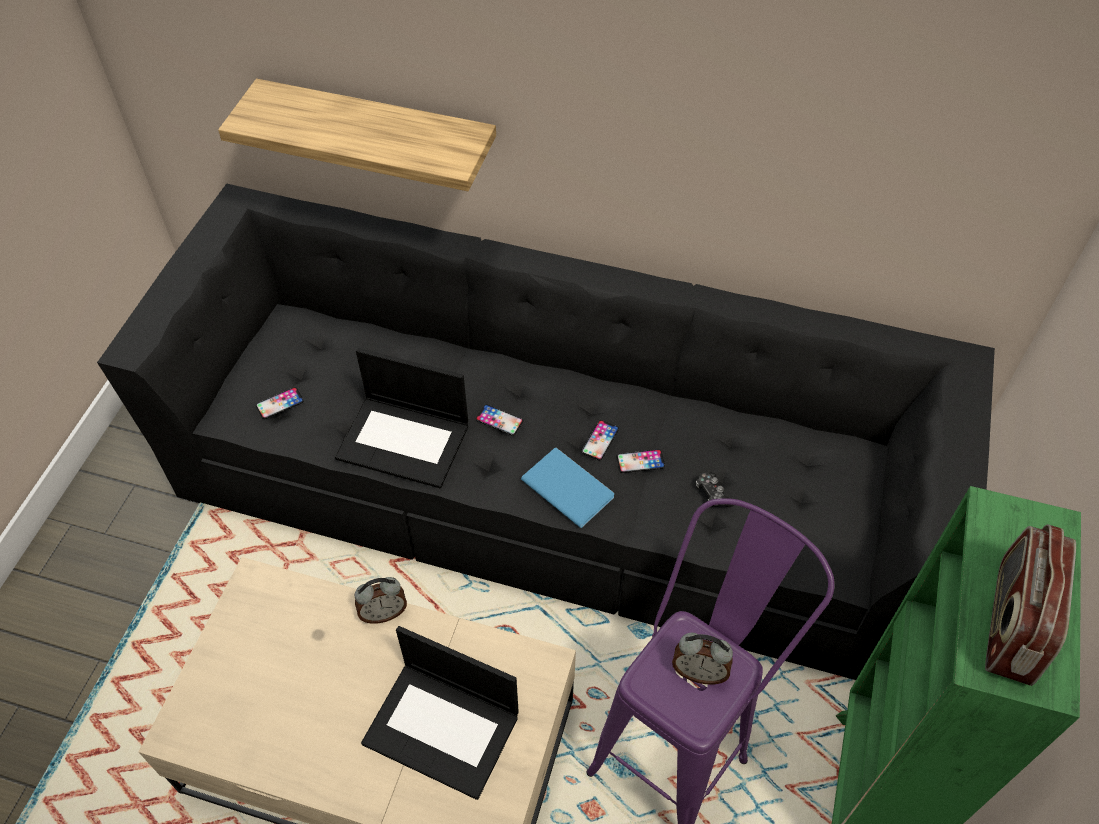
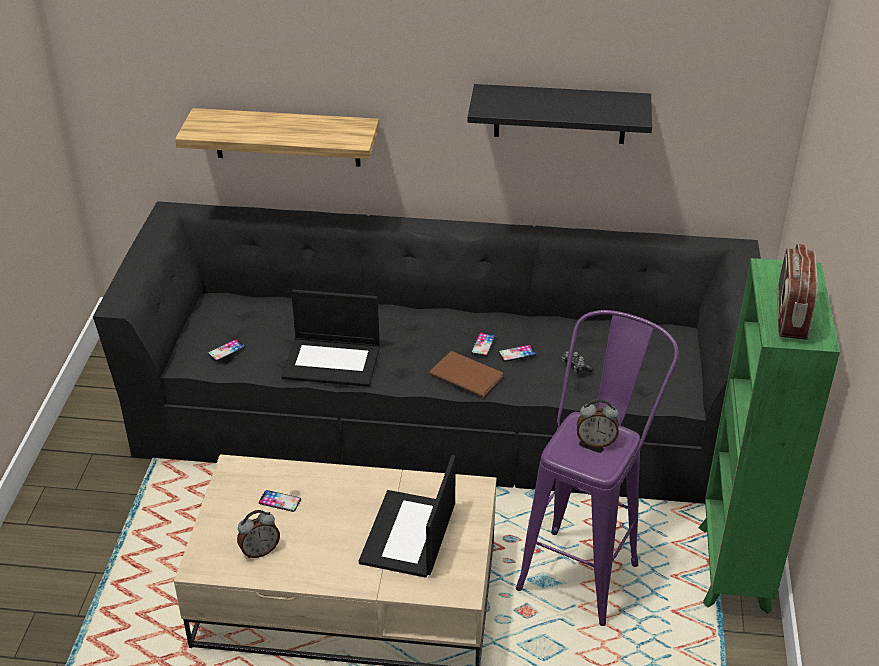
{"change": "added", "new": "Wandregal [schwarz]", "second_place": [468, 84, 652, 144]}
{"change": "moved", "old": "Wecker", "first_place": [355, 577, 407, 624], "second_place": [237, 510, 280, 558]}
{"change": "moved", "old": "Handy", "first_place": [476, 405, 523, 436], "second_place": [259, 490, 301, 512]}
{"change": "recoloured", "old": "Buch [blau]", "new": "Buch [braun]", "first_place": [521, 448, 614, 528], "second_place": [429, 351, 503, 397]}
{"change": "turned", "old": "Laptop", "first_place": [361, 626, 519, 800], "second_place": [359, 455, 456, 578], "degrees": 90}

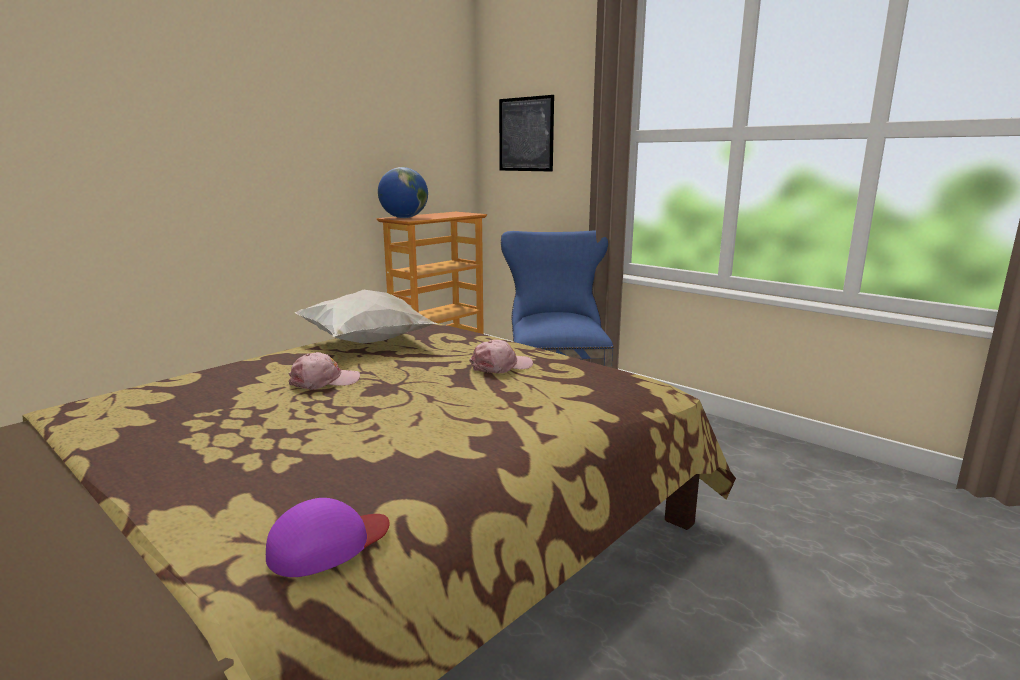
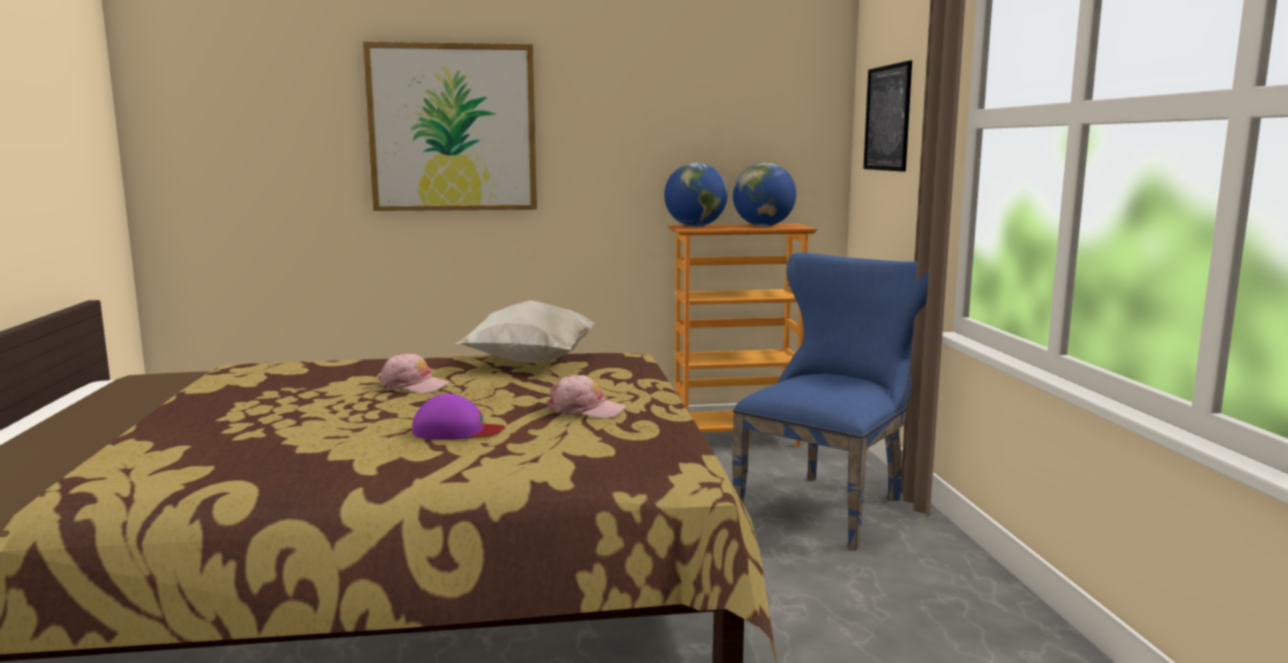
{"change": "added", "new": "Bild", "second_place": [363, 42, 537, 211]}
{"change": "added", "new": "Globus", "second_place": [733, 163, 796, 226]}
{"change": "moved", "old": "Kappe [lila]", "first_place": [266, 498, 390, 577], "second_place": [412, 394, 505, 440]}

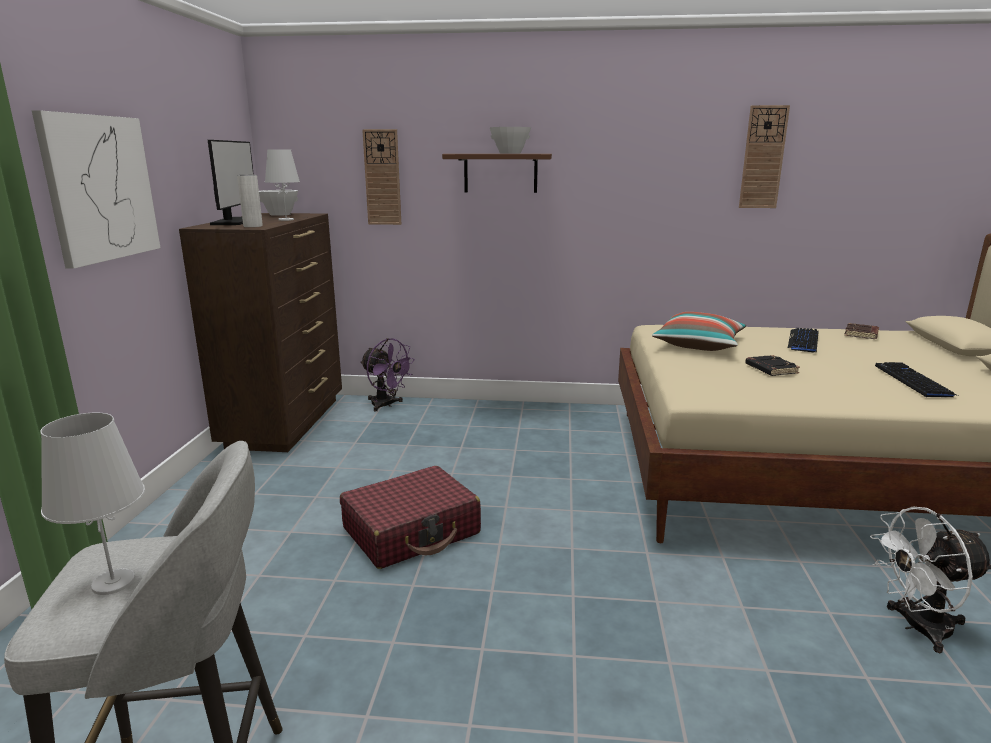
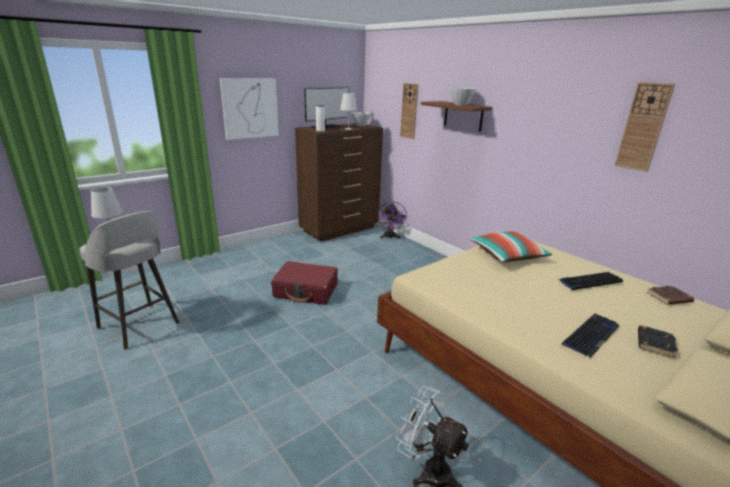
{"change": "moved", "old": "Buch [schwarz]", "first_place": [745, 355, 800, 376], "second_place": [638, 325, 678, 359]}

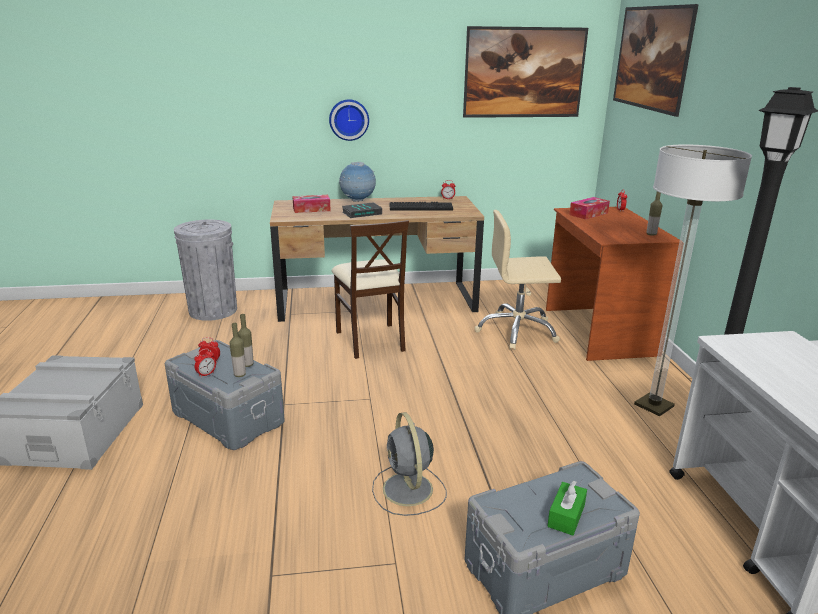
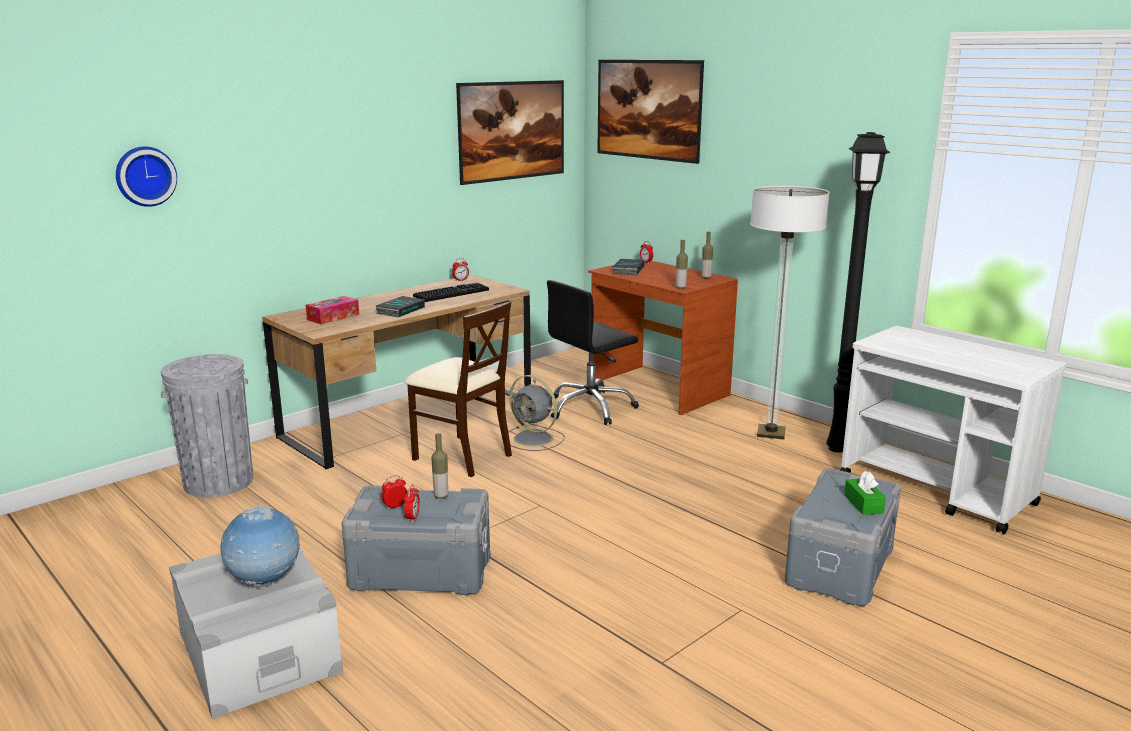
{"change": "moved", "old": "Flasche", "first_place": [230, 323, 246, 377], "second_place": [676, 240, 688, 289]}
{"change": "moved", "old": "Wanduhr", "first_place": [329, 99, 369, 141], "second_place": [116, 146, 177, 207]}
{"change": "moved", "old": "Globus", "first_place": [339, 162, 376, 202], "second_place": [220, 505, 300, 587]}
{"change": "moved", "old": "Ventilator [grau]", "first_place": [372, 412, 447, 516], "second_place": [508, 375, 565, 451]}
{"change": "replaced", "old": "Taschentuchbox", "new": "Buch", "first_place": [569, 197, 610, 219], "second_place": [612, 259, 644, 275]}
{"change": "recoloured", "old": "Bürostuhl [beige]", "new": "Bürostuhl [schwarz]", "first_place": [475, 210, 561, 350], "second_place": [547, 280, 639, 425]}

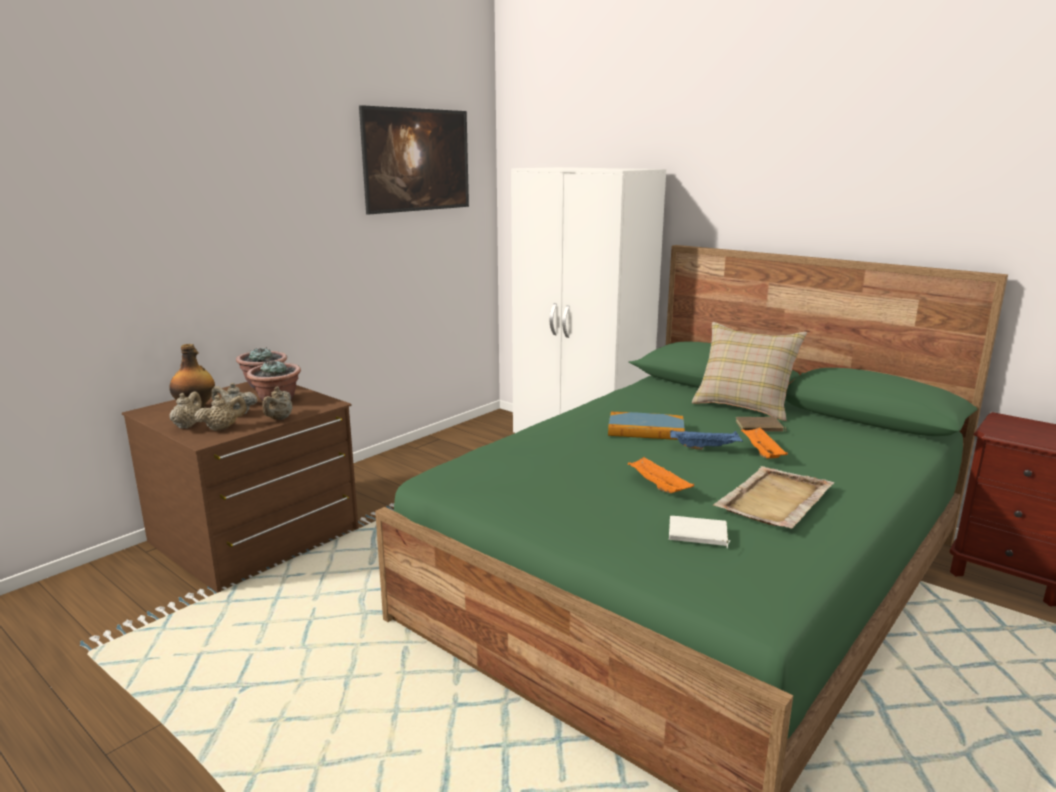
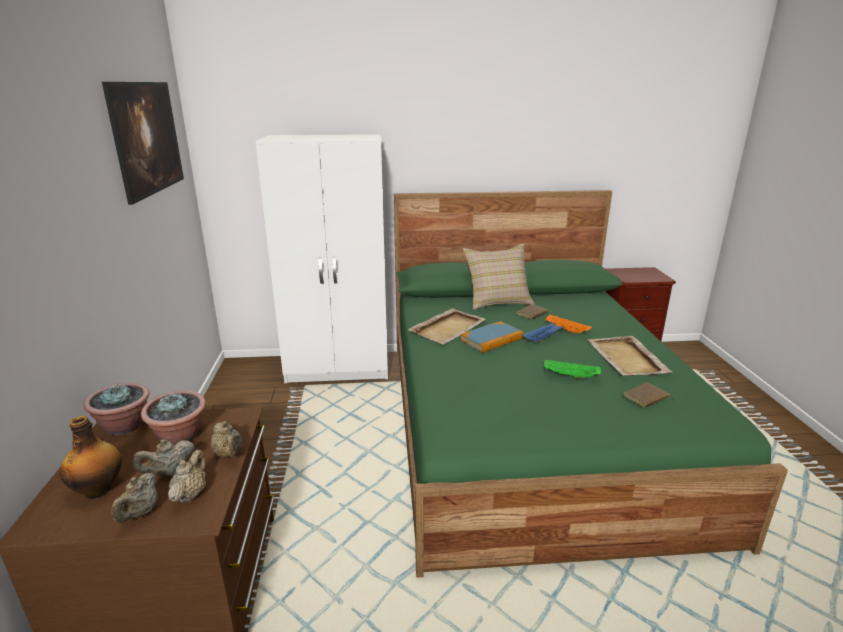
{"change": "added", "new": "Tablett [beige]", "second_place": [408, 308, 486, 345]}
{"change": "recoloured", "old": "Tablett [orange]", "new": "Tablett [grün]", "first_place": [628, 457, 694, 493], "second_place": [544, 360, 601, 379]}
{"change": "recoloured", "old": "Buch [weiß]", "new": "Buch [braun]", "first_place": [669, 516, 731, 548], "second_place": [623, 382, 677, 408]}
{"change": "turned", "old": "Teekanne [beige]", "first_place": [170, 391, 202, 429], "second_place": [111, 473, 158, 523], "degrees": -135}

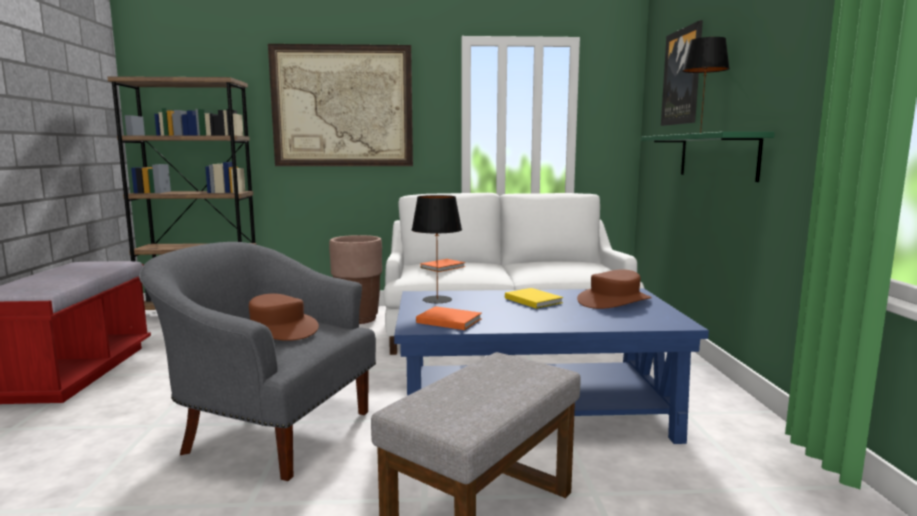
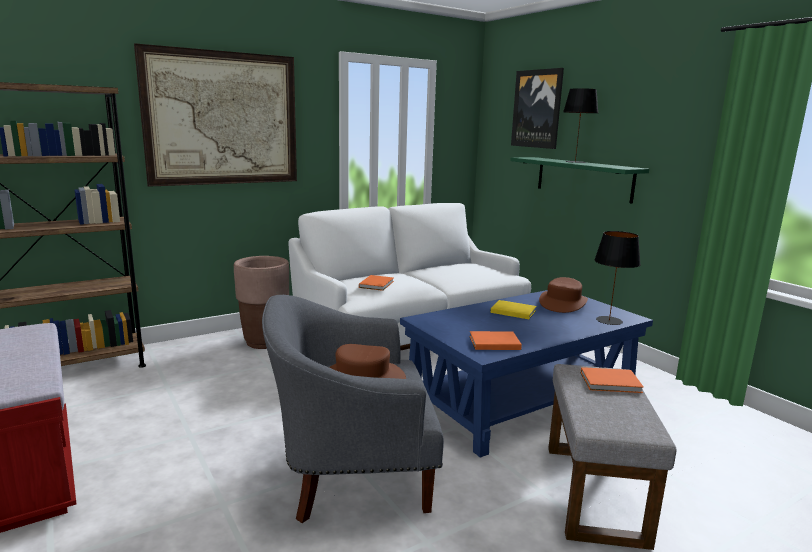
{"change": "added", "new": "Buch [orange]", "second_place": [581, 367, 644, 393]}
{"change": "moved", "old": "Tischlampe [schwarz]", "first_place": [412, 195, 462, 303], "second_place": [594, 231, 641, 325]}

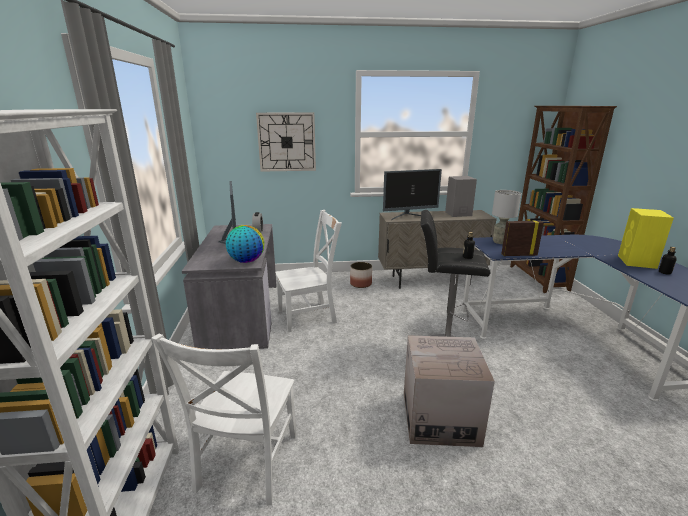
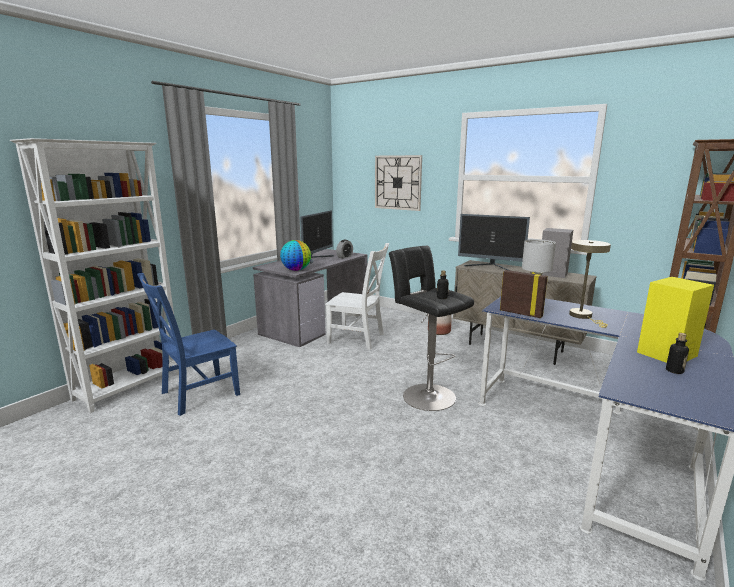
{"change": "removed", "old": "Karton", "first_place": [404, 335, 495, 447]}
{"change": "added", "new": "Tischlampe [beige]", "second_place": [569, 240, 611, 328]}
{"change": "recoloured", "old": "Stuhl [weiß]", "new": "Stuhl [blau]", "first_place": [151, 334, 297, 506], "second_place": [137, 273, 240, 416]}

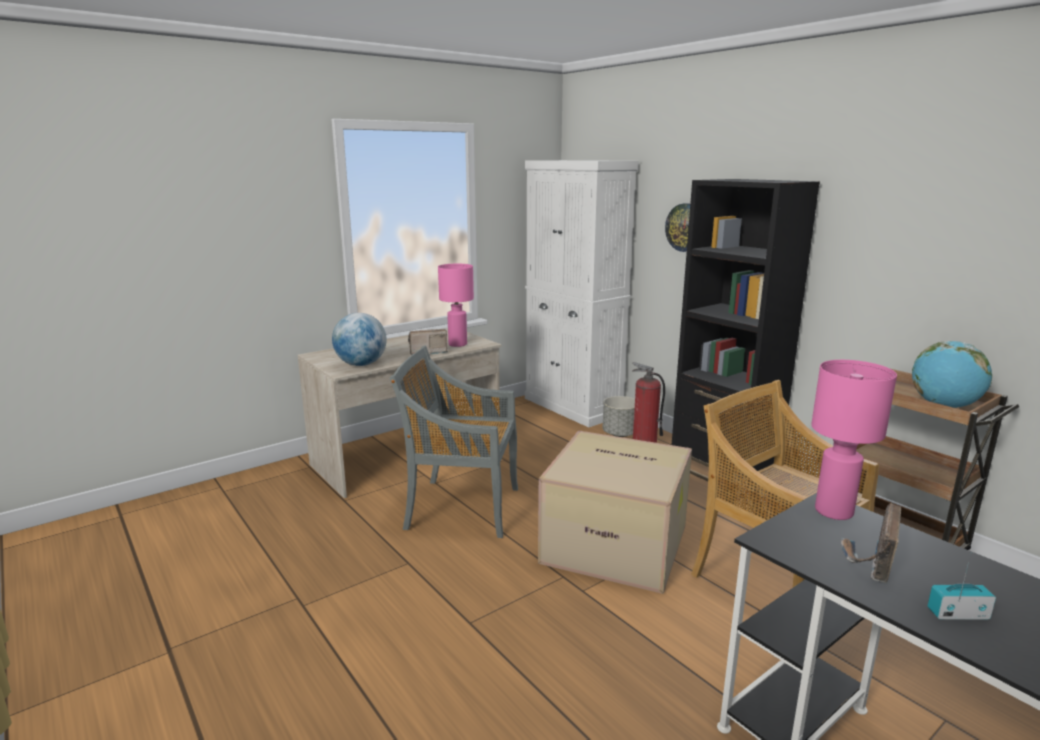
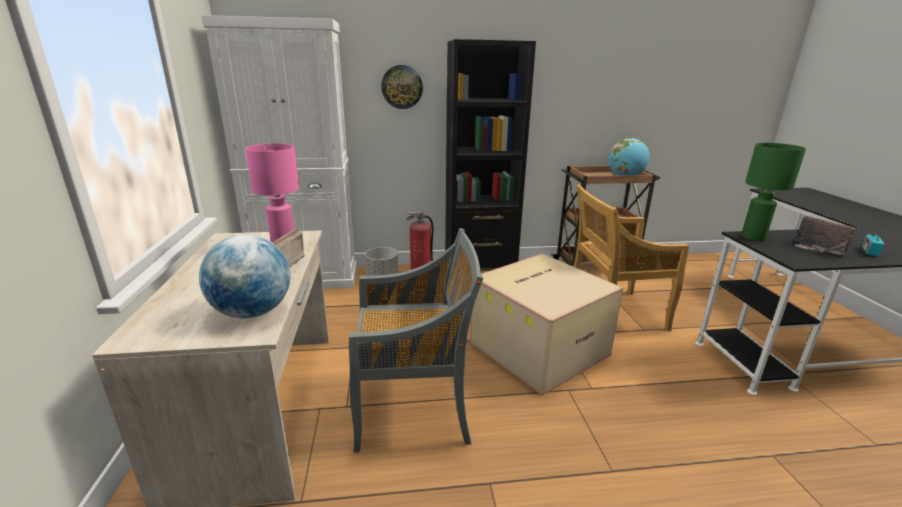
{"change": "recoloured", "old": "Tischlampe [rosa]", "new": "Tischlampe [grün]", "first_place": [811, 360, 897, 520], "second_place": [741, 143, 806, 241]}
{"change": "turned", "old": "Stuhl [grau]", "first_place": [390, 345, 518, 538], "second_place": [349, 228, 483, 453], "degrees": -135}

